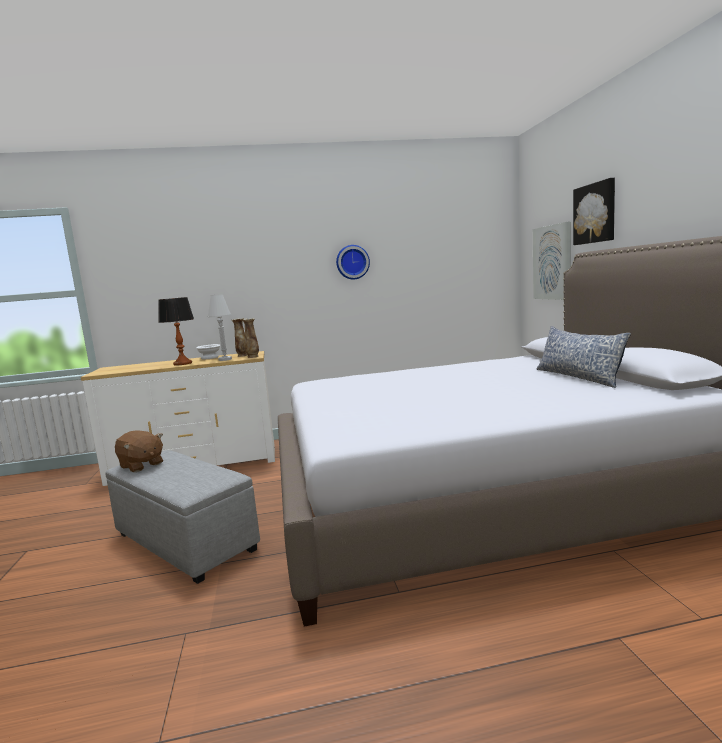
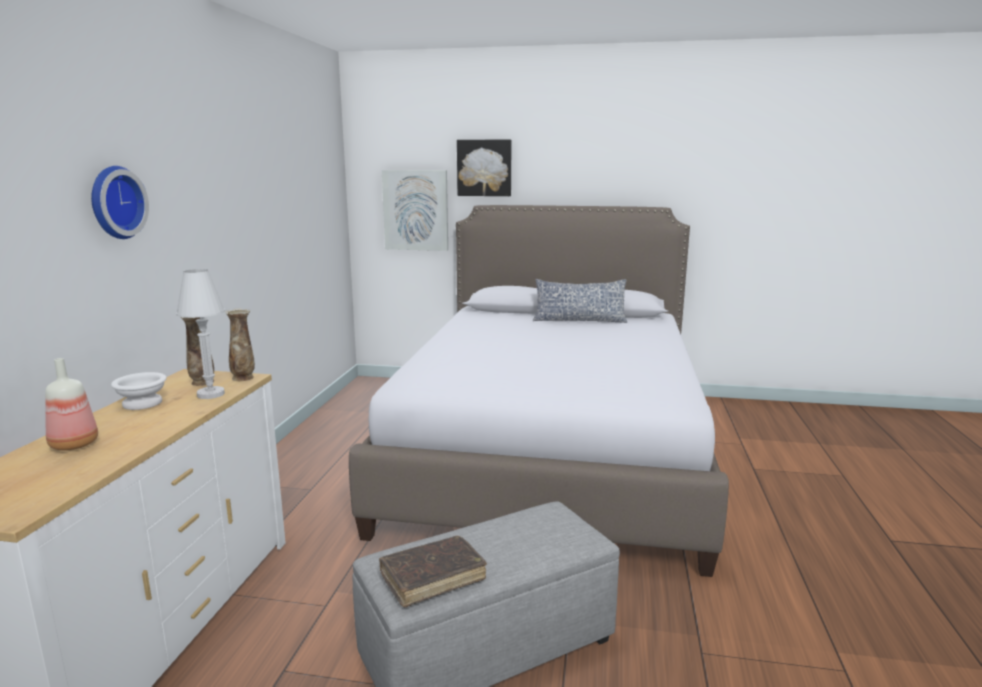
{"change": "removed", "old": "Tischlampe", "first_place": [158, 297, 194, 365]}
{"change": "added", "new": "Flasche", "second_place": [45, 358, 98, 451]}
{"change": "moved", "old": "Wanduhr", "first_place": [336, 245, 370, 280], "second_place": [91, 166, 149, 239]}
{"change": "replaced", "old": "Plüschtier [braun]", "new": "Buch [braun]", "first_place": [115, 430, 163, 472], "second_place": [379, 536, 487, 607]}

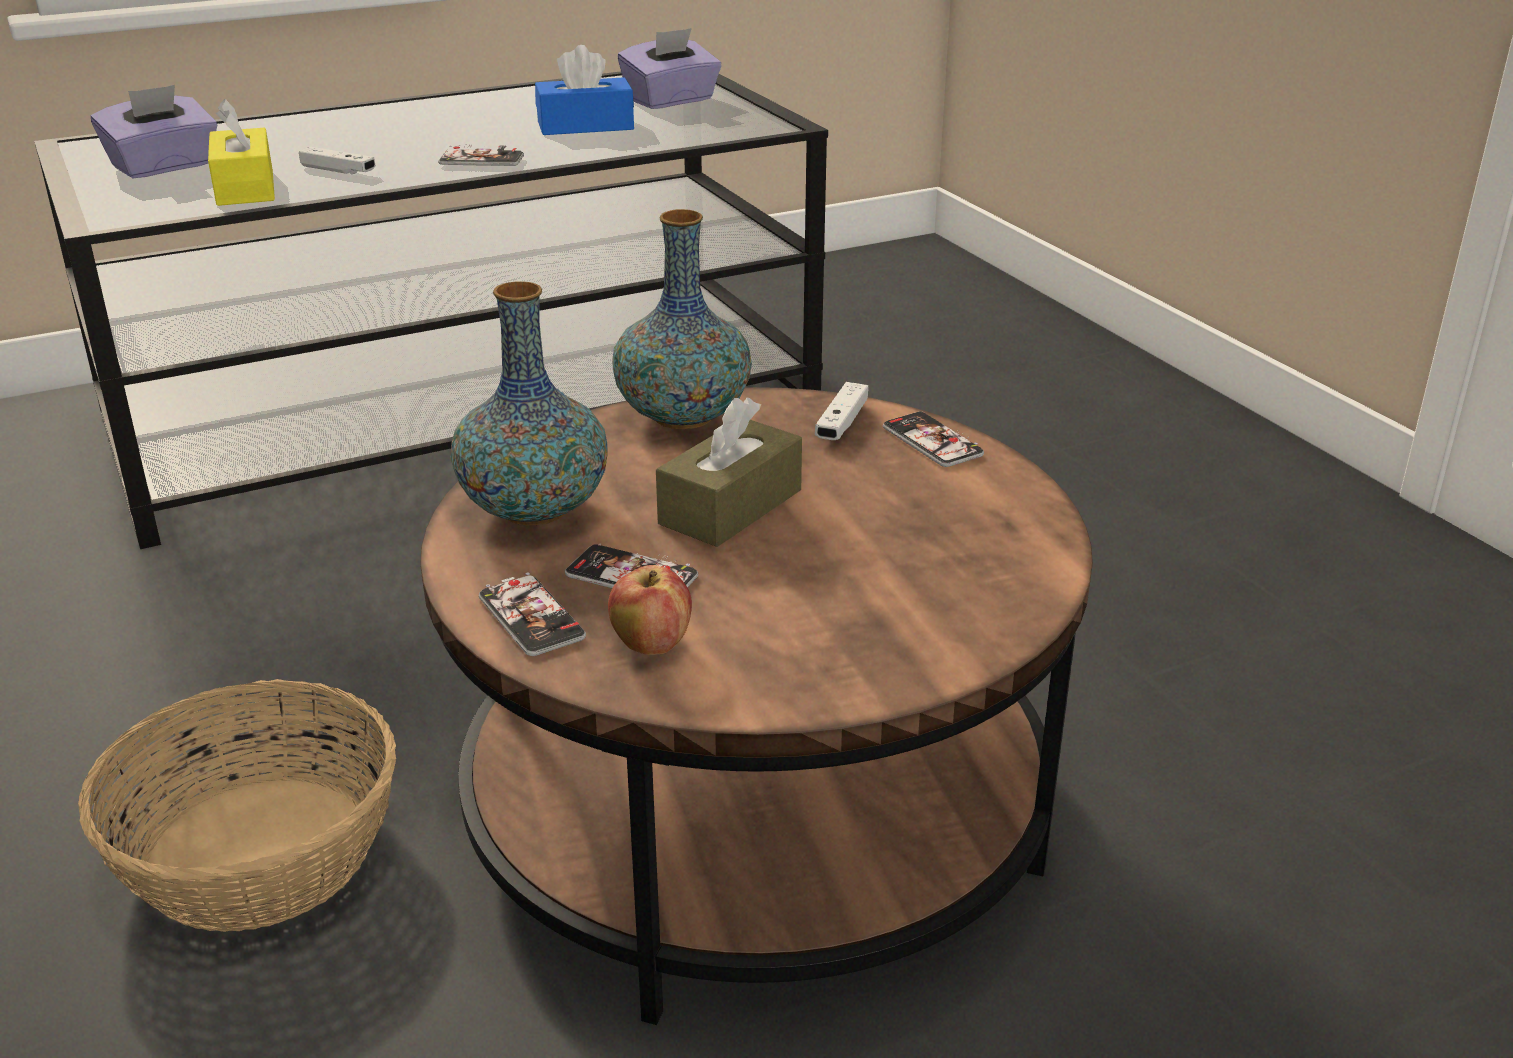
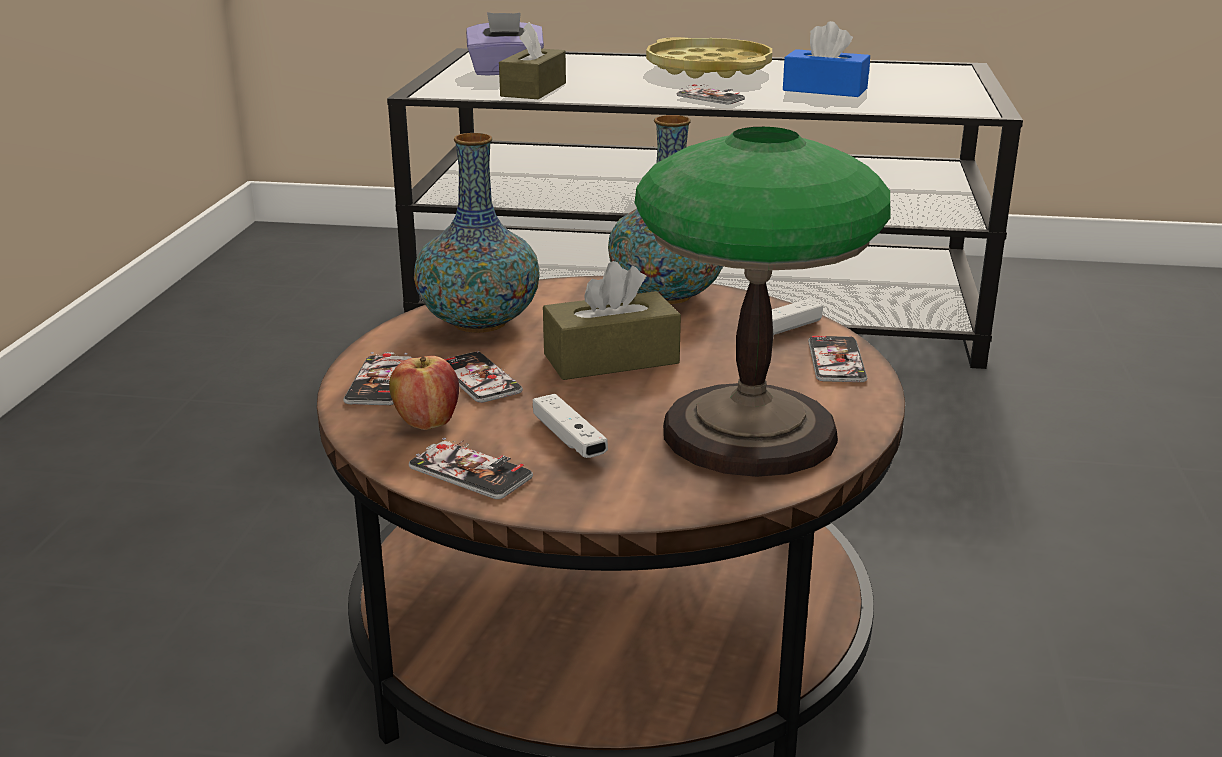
{"change": "removed", "old": "Korb", "first_place": [78, 679, 396, 932]}
{"change": "removed", "old": "Taschentuchbox [lila]", "first_place": [618, 28, 722, 109]}
{"change": "added", "new": "Handy", "second_place": [409, 438, 533, 499]}
{"change": "added", "new": "Tischlampe", "second_place": [635, 127, 890, 477]}
{"change": "added", "new": "Tablett [gelb]", "second_place": [646, 37, 772, 79]}
{"change": "moved", "old": "Gamepad [weiß]", "first_place": [299, 147, 376, 175], "second_place": [533, 394, 608, 458]}
{"change": "recoloured", "old": "Taschentuchbox [gelb]", "new": "Taschentuchbox [braun]", "first_place": [208, 99, 275, 206], "second_place": [499, 22, 566, 99]}

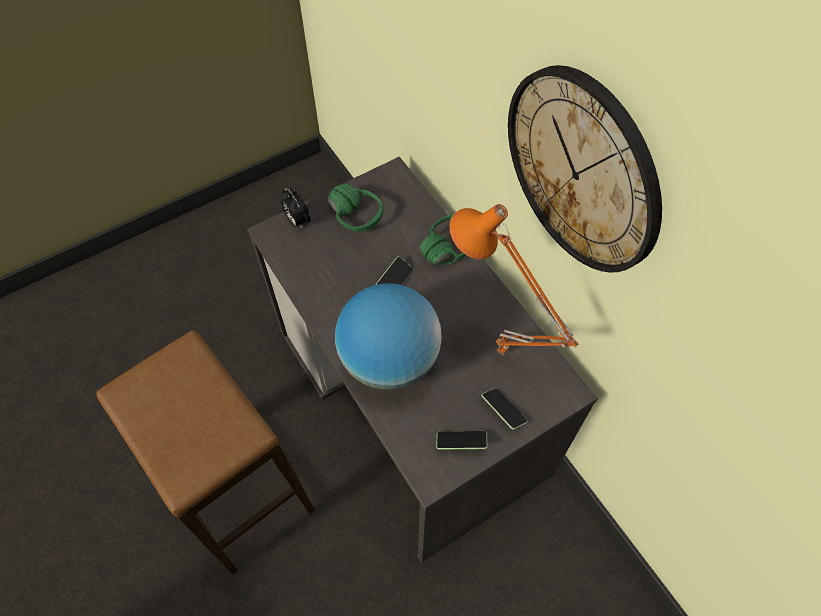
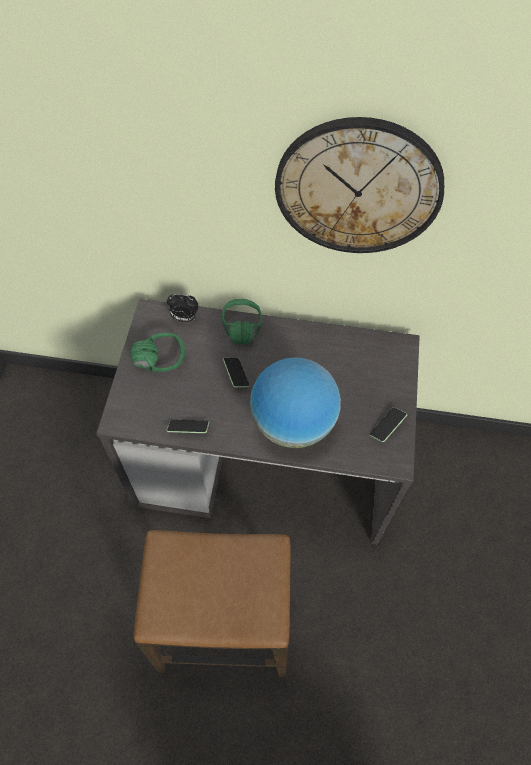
{"change": "removed", "old": "Tischlampe [orange]", "first_place": [449, 204, 578, 356]}
{"change": "moved", "old": "Wecker", "first_place": [280, 188, 311, 230], "second_place": [167, 294, 199, 322]}
{"change": "moved", "old": "Handy", "first_place": [481, 388, 528, 430], "second_place": [166, 419, 209, 433]}

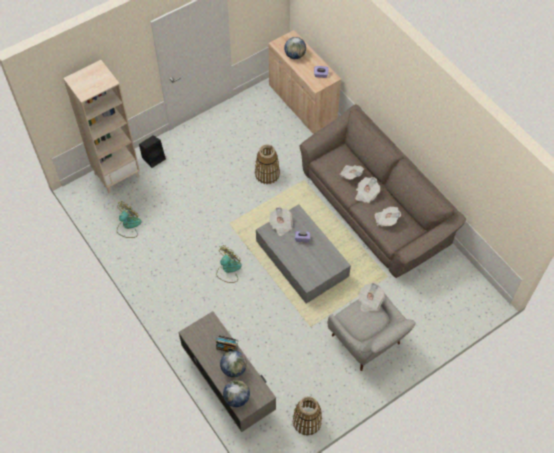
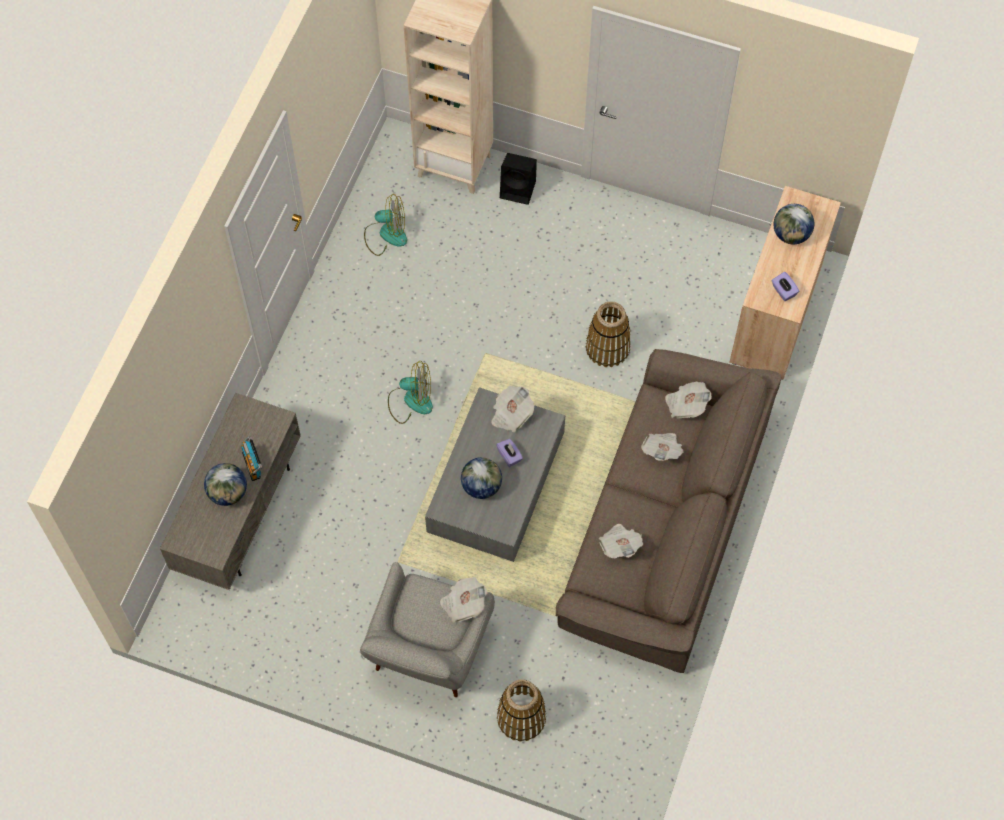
{"change": "moved", "old": "Globus", "first_place": [223, 380, 250, 407], "second_place": [461, 457, 502, 499]}
{"change": "moved", "old": "Korb", "first_place": [292, 396, 322, 436], "second_place": [497, 679, 546, 742]}
{"change": "moved", "old": "Zeitung", "first_place": [355, 177, 380, 203], "second_place": [665, 382, 712, 418]}

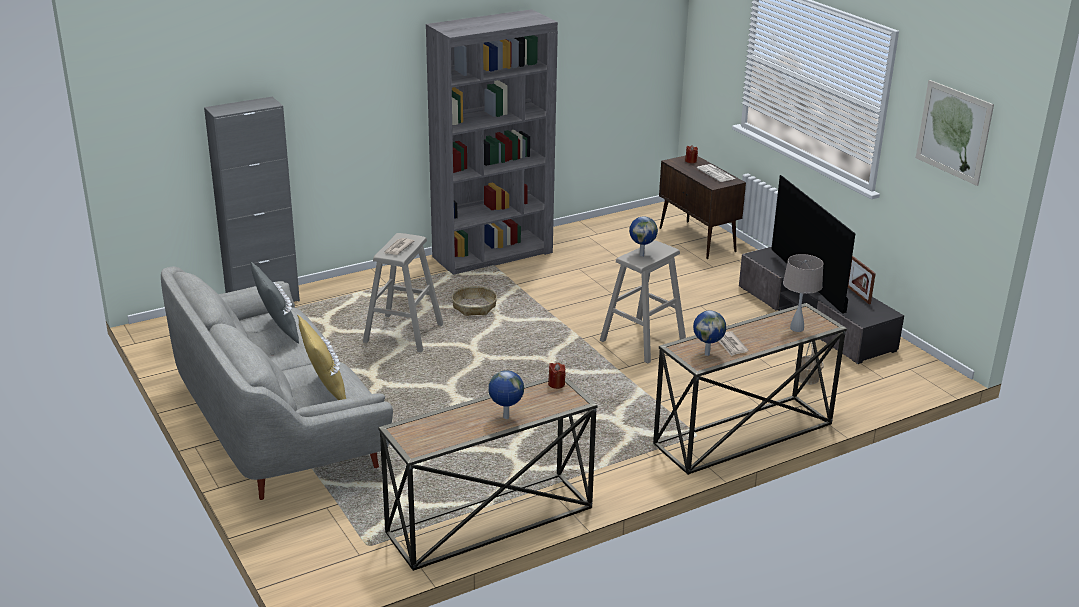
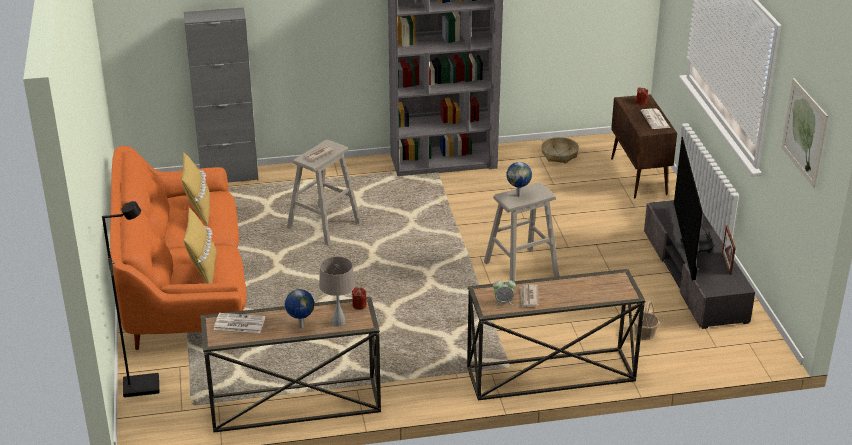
{"change": "added", "new": "Stehlampe [schwarz]", "second_place": [102, 201, 159, 398]}
{"change": "added", "new": "Zeitung", "second_place": [214, 313, 265, 333]}
{"change": "moved", "old": "Korb", "first_place": [452, 286, 497, 316], "second_place": [541, 137, 579, 164]}
{"change": "moved", "old": "Tischlampe [beige]", "first_place": [783, 254, 823, 332], "second_place": [319, 256, 355, 327]}
{"change": "replaced", "old": "Globus", "new": "Wecker", "first_place": [693, 310, 726, 356], "second_place": [493, 278, 516, 306]}
{"change": "recoloured", "old": "Sofa [grau]", "new": "Sofa [orange]", "first_place": [161, 267, 393, 500], "second_place": [110, 146, 247, 350]}
{"change": "recoloured", "old": "Kissen [grau]", "new": "Kissen [gelb]", "first_place": [250, 261, 299, 344], "second_place": [182, 152, 210, 226]}

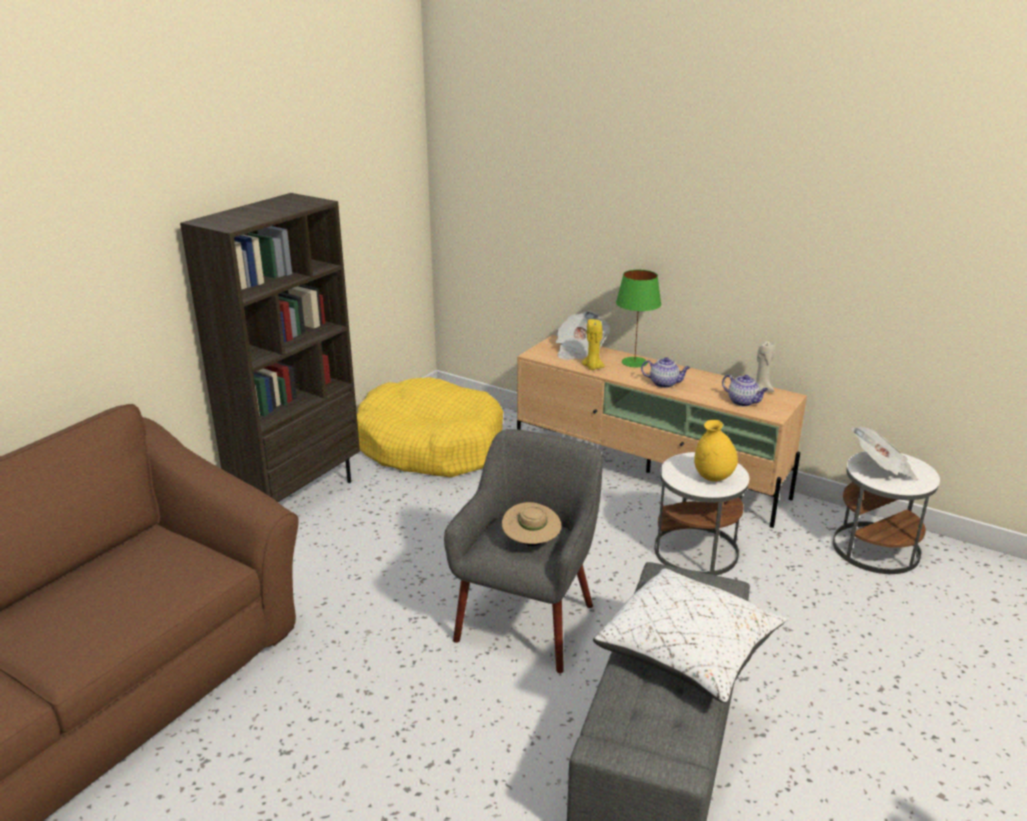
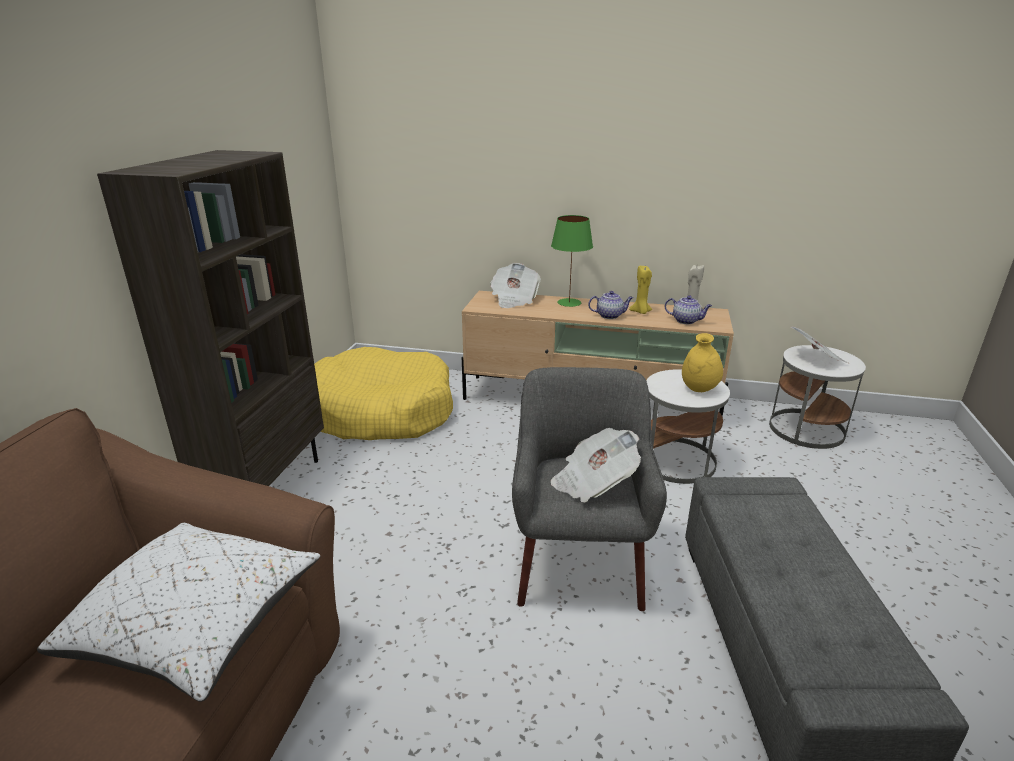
{"change": "moved", "old": "Kerze [gelb]", "first_place": [582, 319, 605, 370], "second_place": [629, 266, 652, 314]}
{"change": "moved", "old": "Kissen [weiß]", "first_place": [593, 568, 787, 703], "second_place": [37, 523, 321, 702]}
{"change": "replaced", "old": "Hut [beige]", "new": "Zeitung", "first_place": [502, 502, 561, 546], "second_place": [551, 428, 641, 503]}

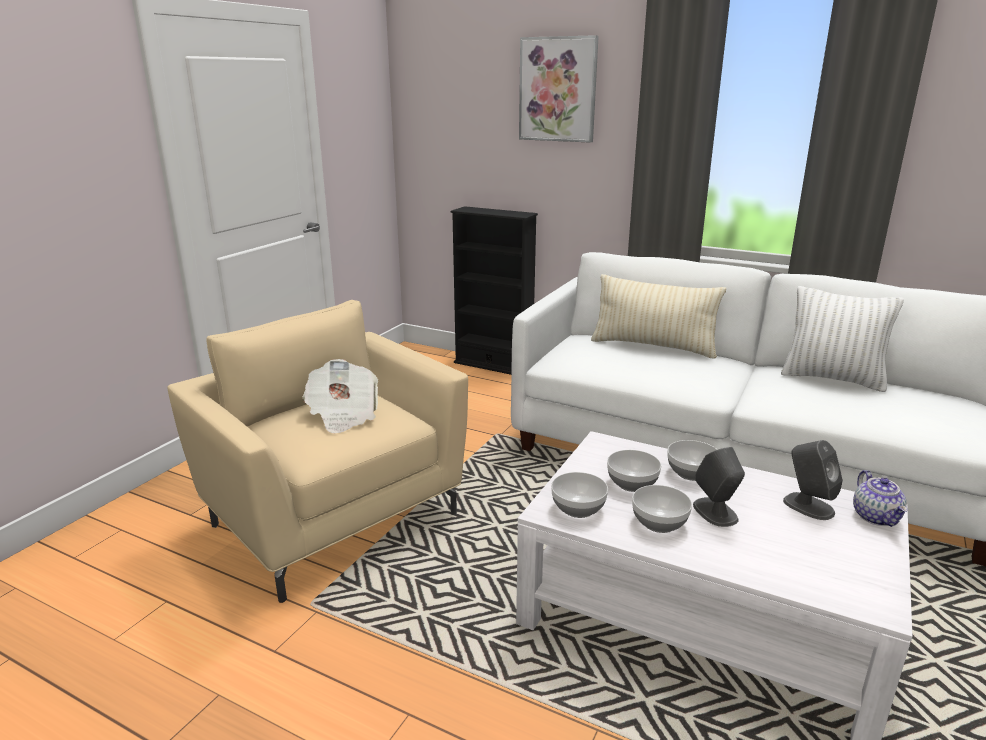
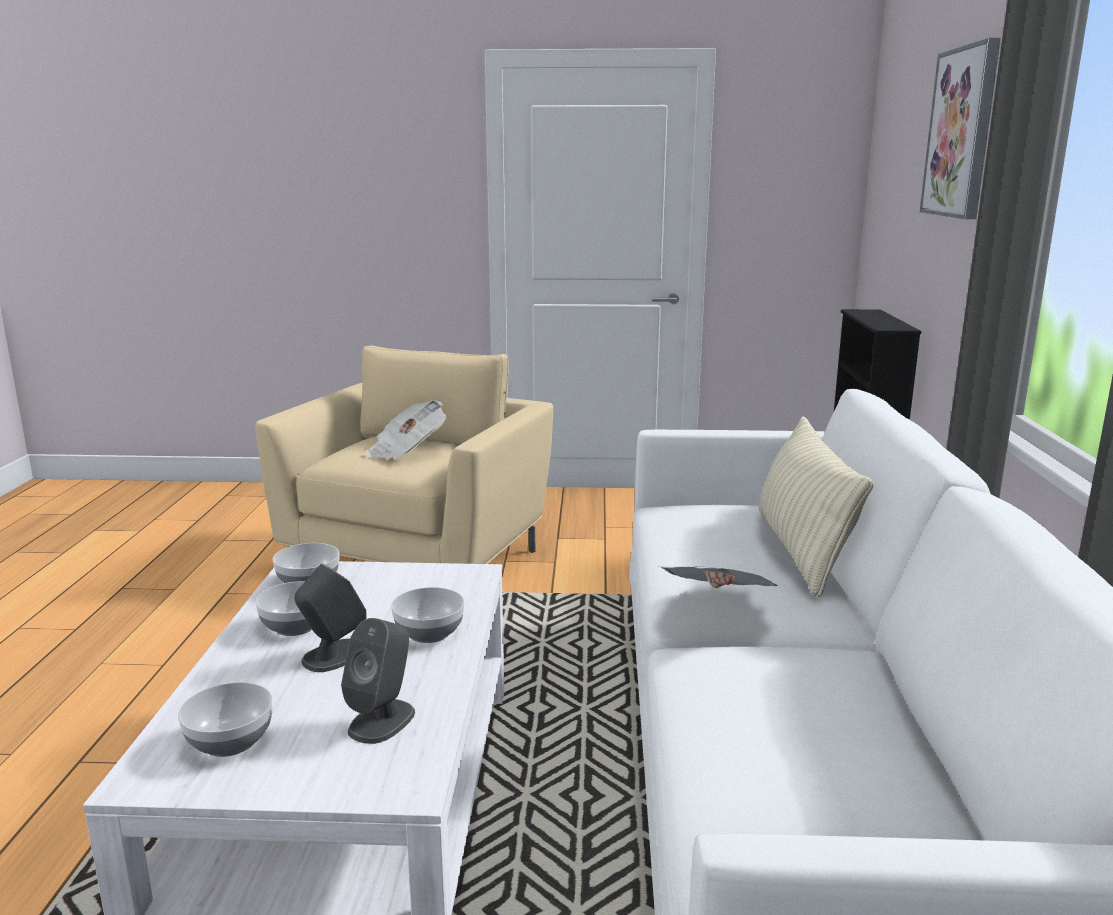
{"change": "removed", "old": "Kissen [weiß]", "first_place": [781, 286, 904, 392]}
{"change": "removed", "old": "Teekanne", "first_place": [853, 470, 908, 527]}
{"change": "added", "new": "Zeitung", "second_place": [658, 566, 778, 588]}
{"change": "moved", "old": "Schüssel", "first_place": [607, 450, 661, 492], "second_place": [178, 682, 273, 757]}

